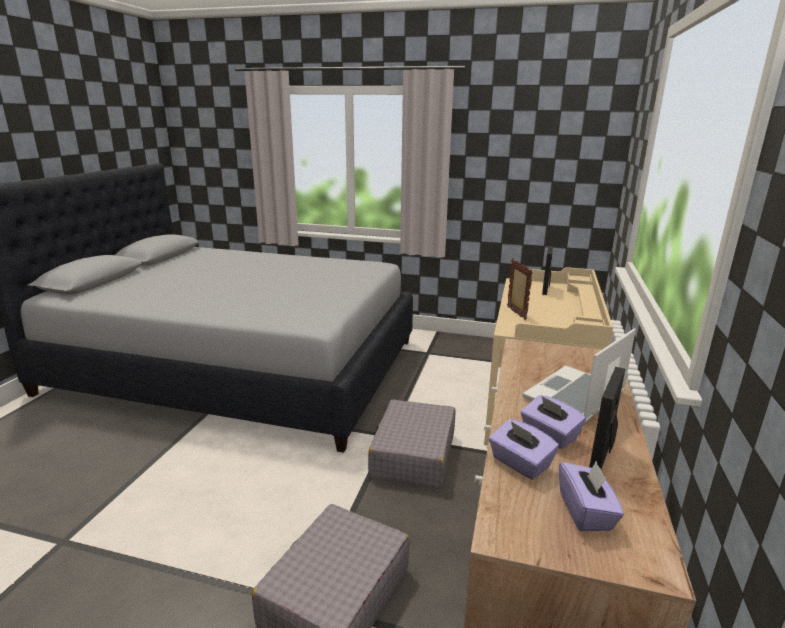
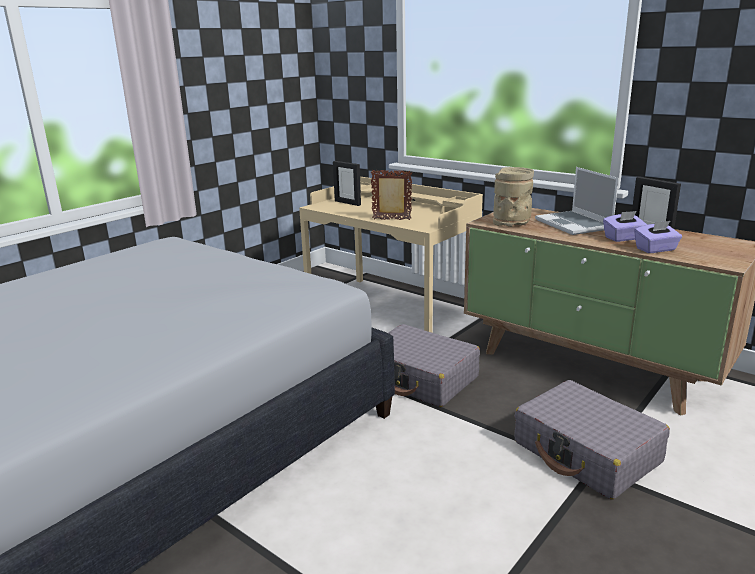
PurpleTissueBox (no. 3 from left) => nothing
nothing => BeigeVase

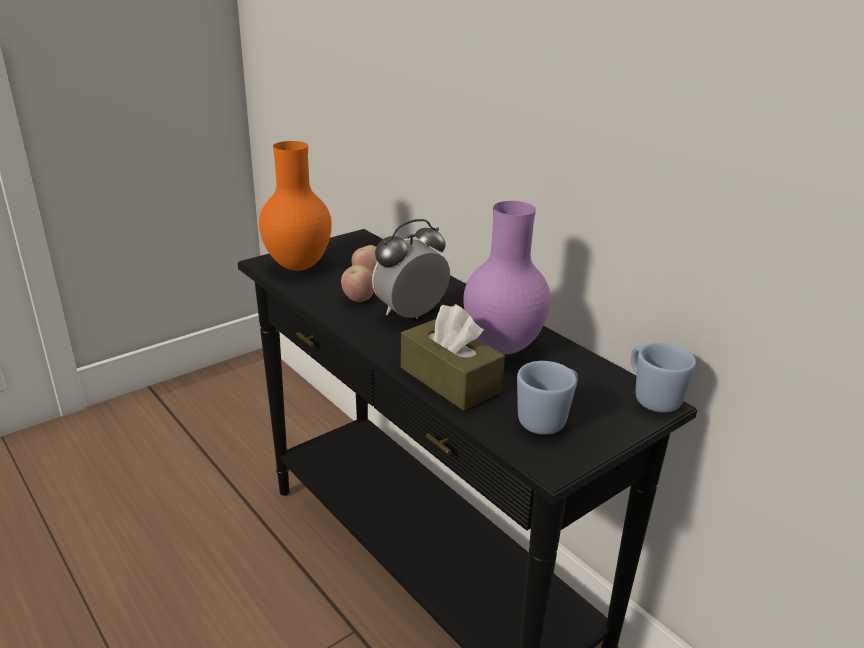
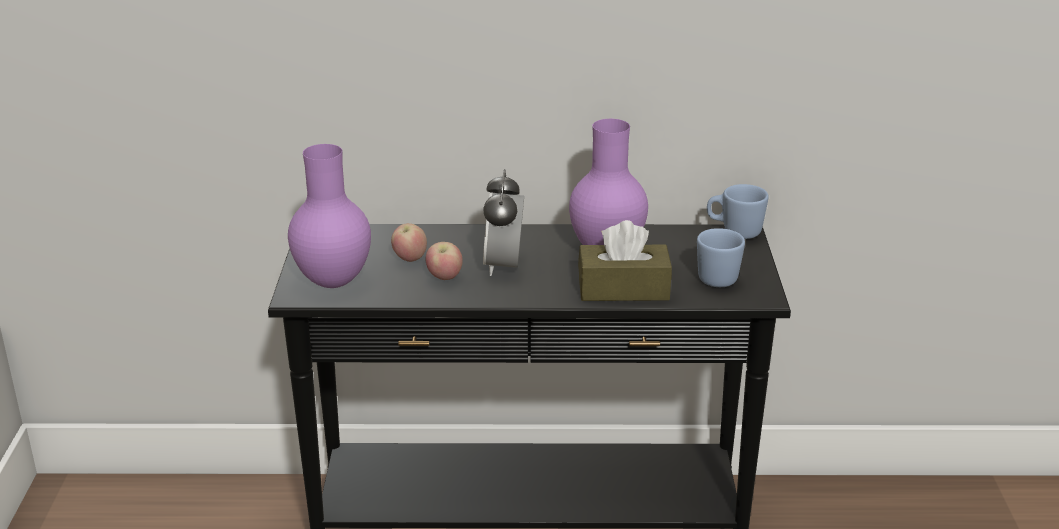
OrangeVase => PurpleVase (no. 1 from left)

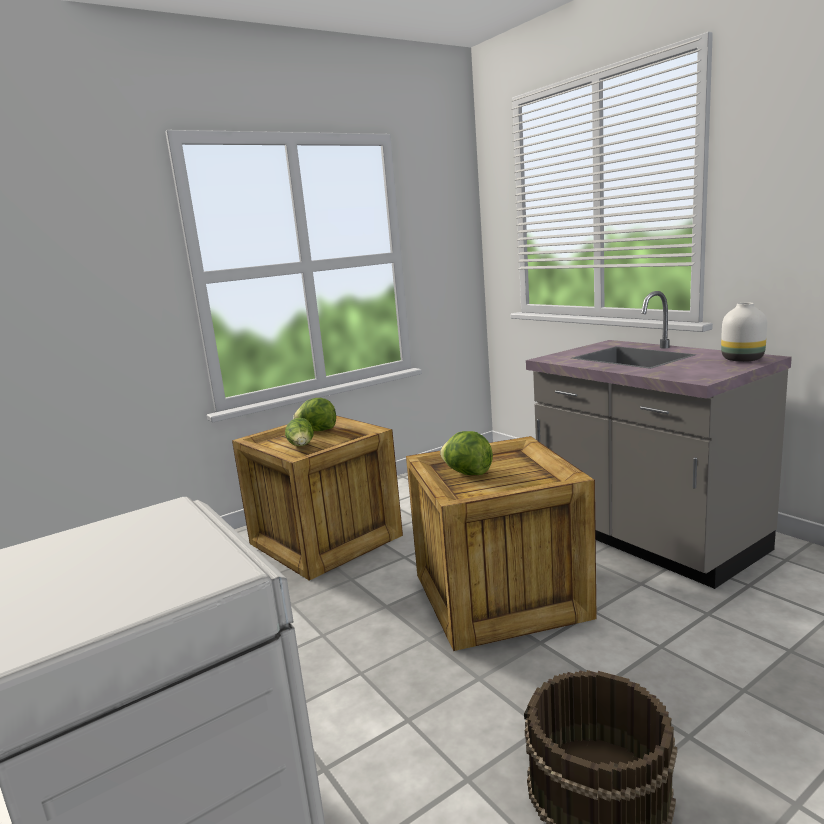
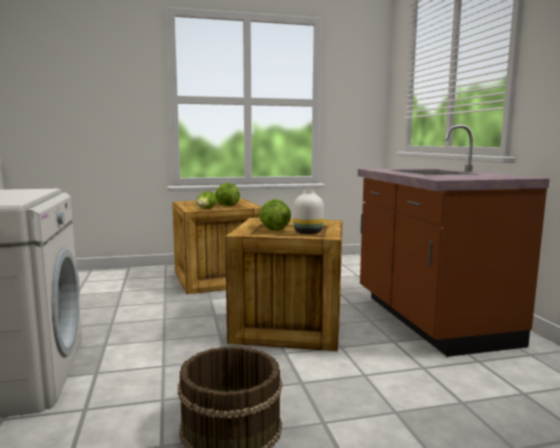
GreyCounter => BrownCounter
WhiteVase, shifted

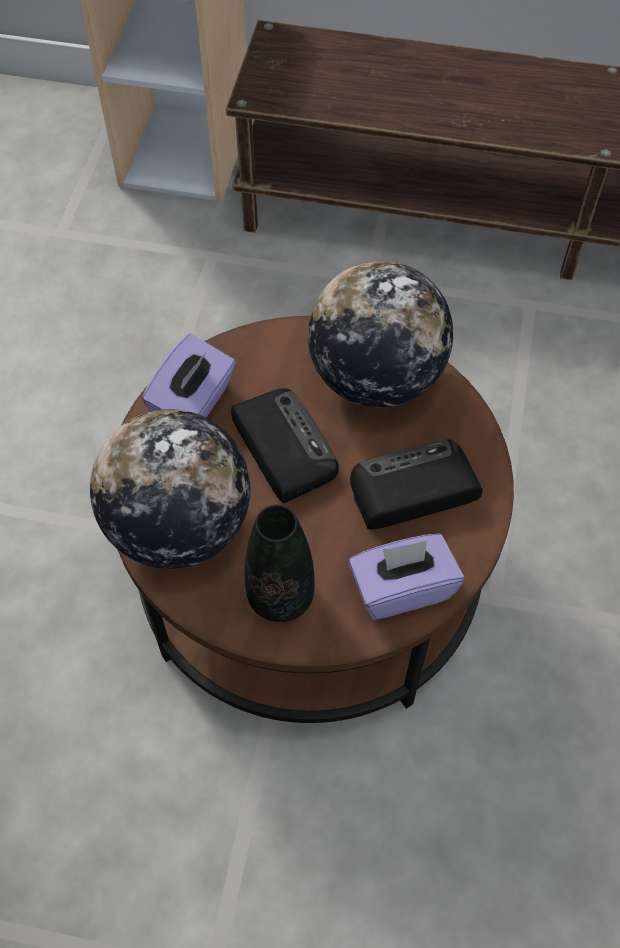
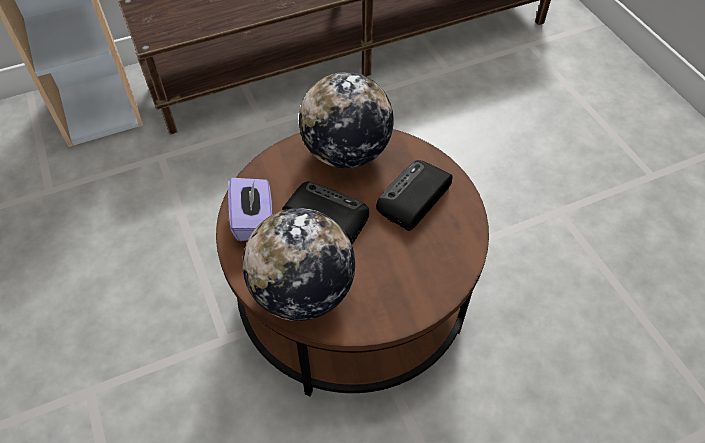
BlackVase => nothing
PurpleTissueBox (no. 2 from left) => nothing

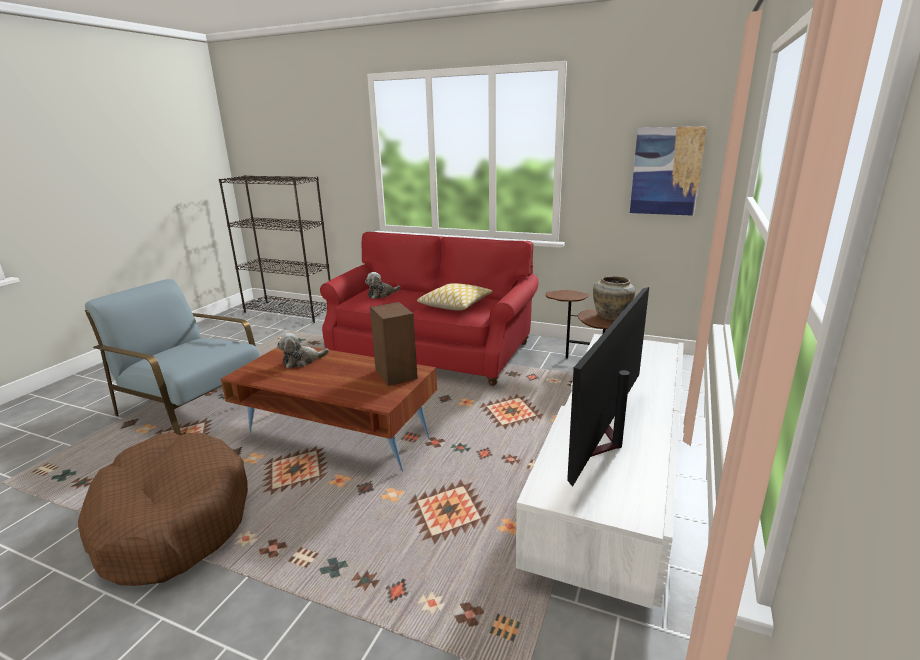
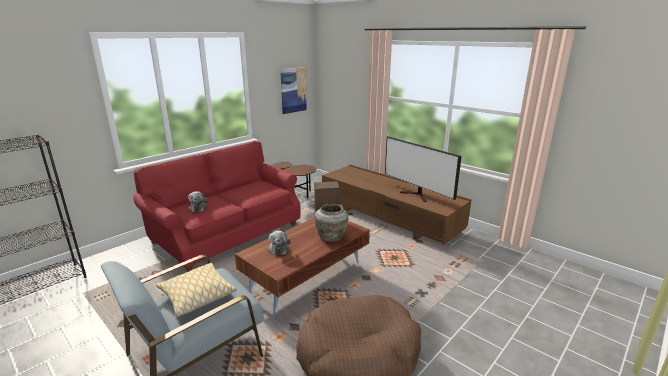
Pillow, shifted
WhiteTvStand => BrownTvStand
BeigeVase, shifted

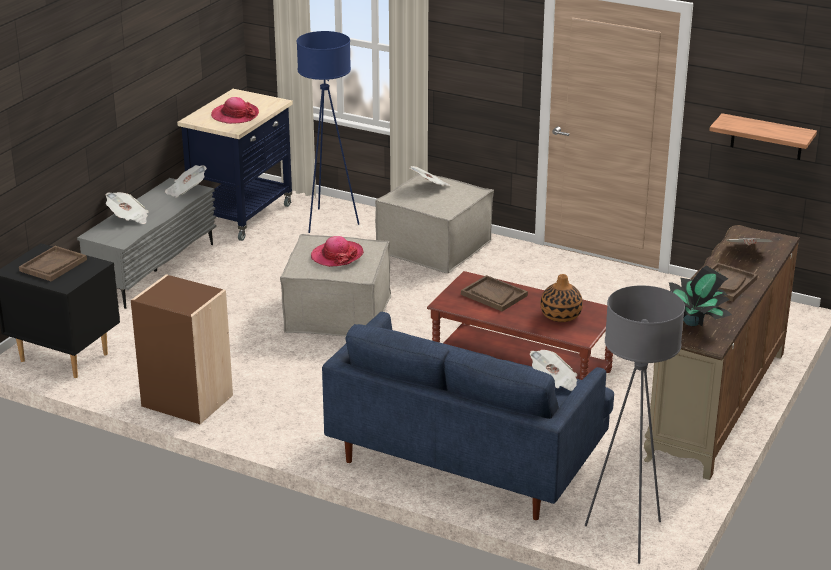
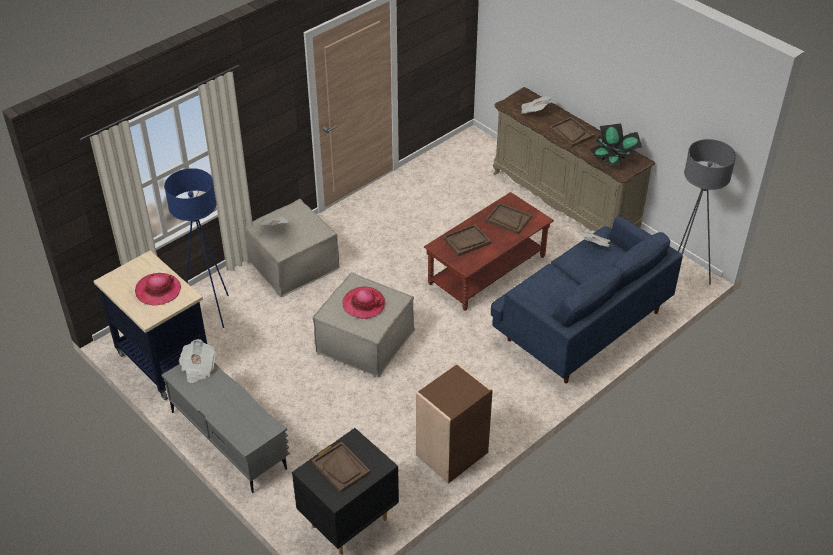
Newspaper (no. 1 from left) => nothing
Vase => BrownTray (no. 3 from left)
Shelf => nothing

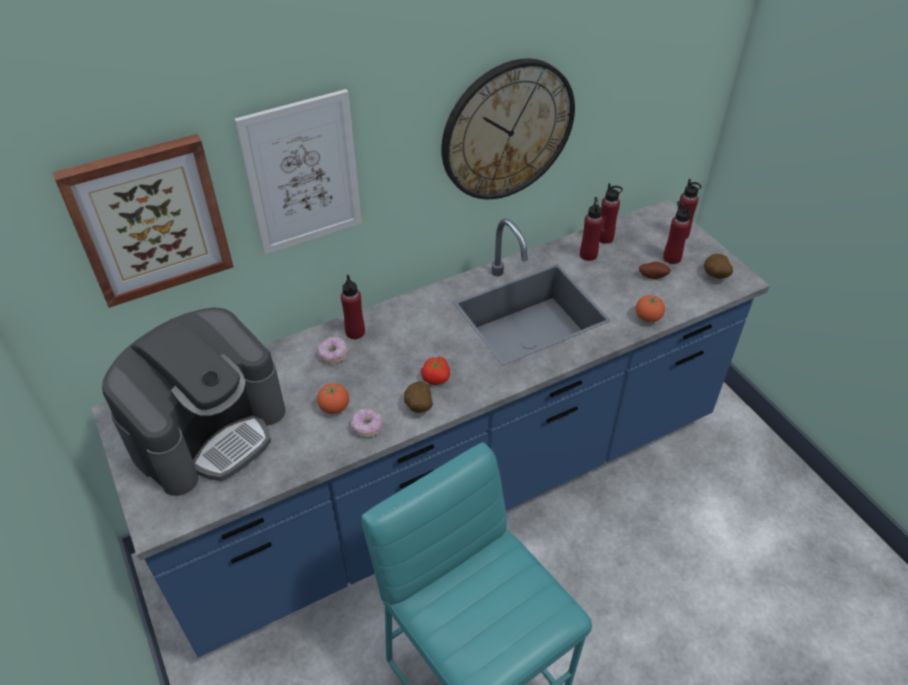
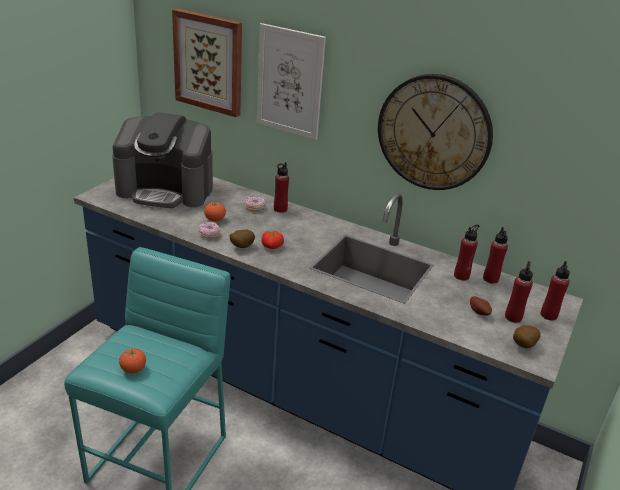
Tomato (no. 3 from left in the first image) => Tomato (no. 1 from left), shifted

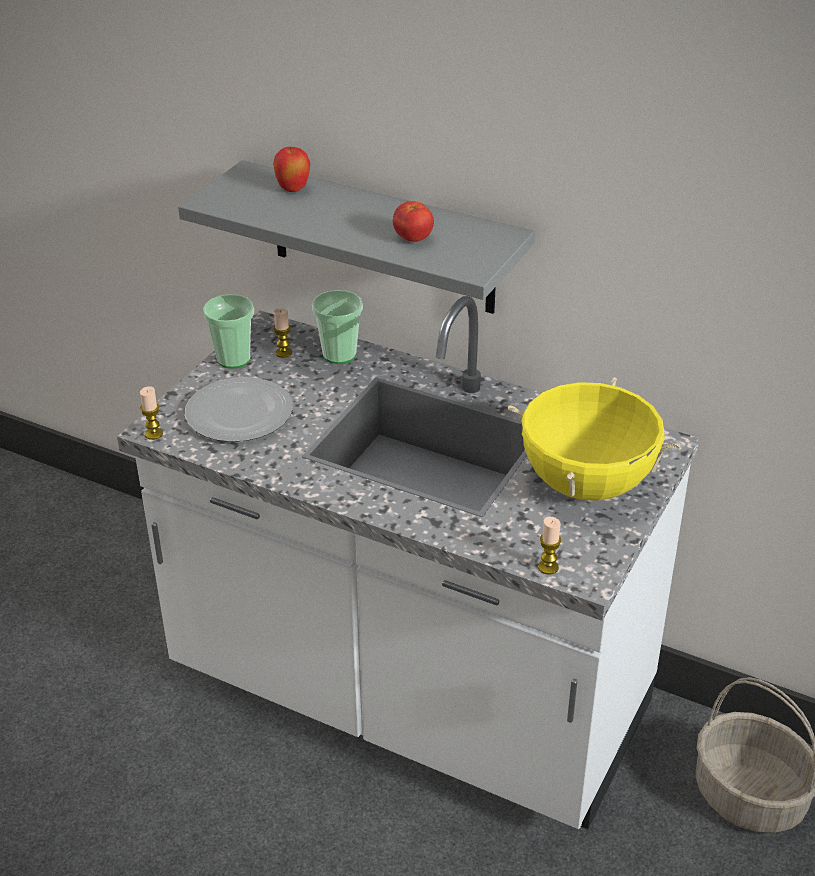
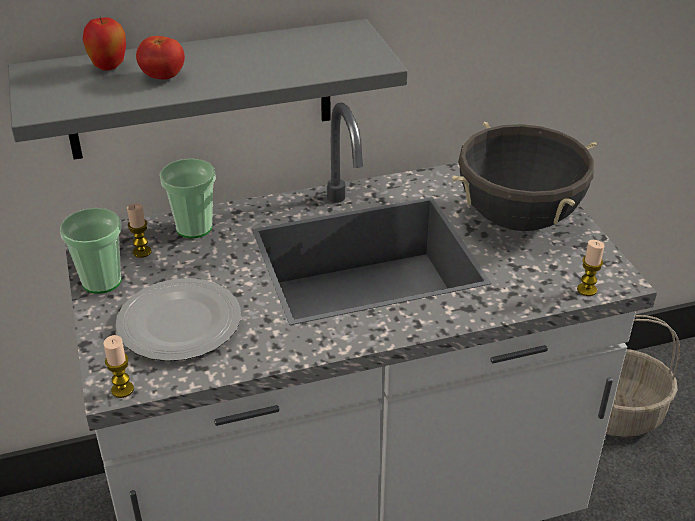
Tomato, shifted
YellowCookingPot => BlackCookingPot

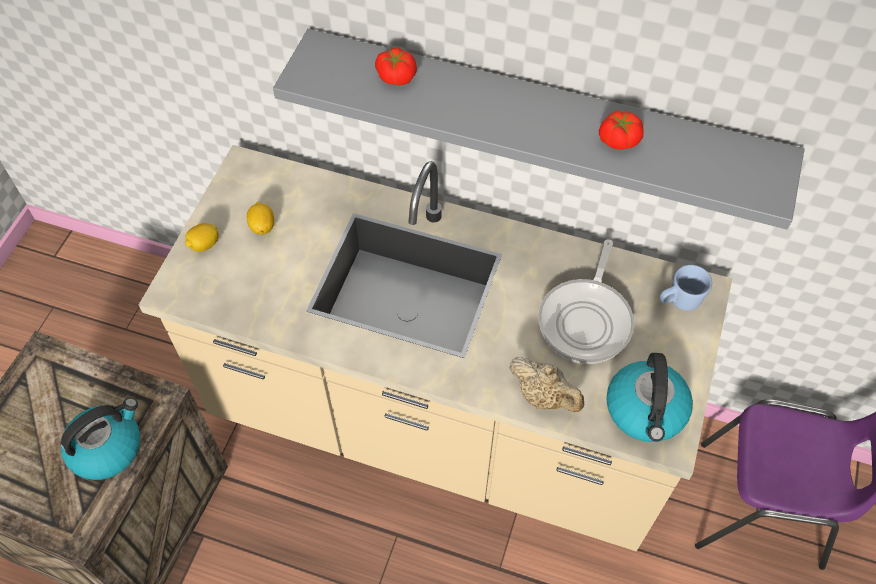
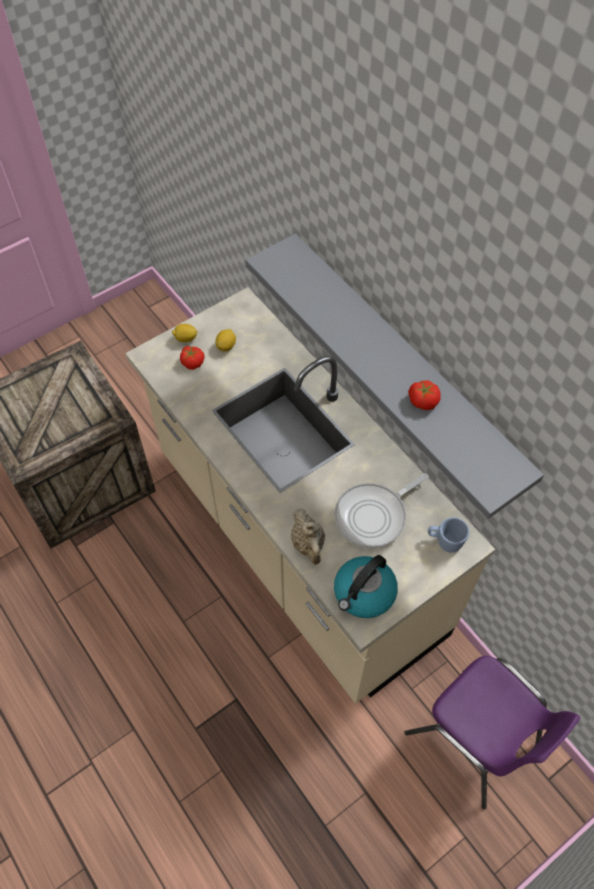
Kettle (no. 1 from left) => nothing
Tomato (no. 1 from left), shifted

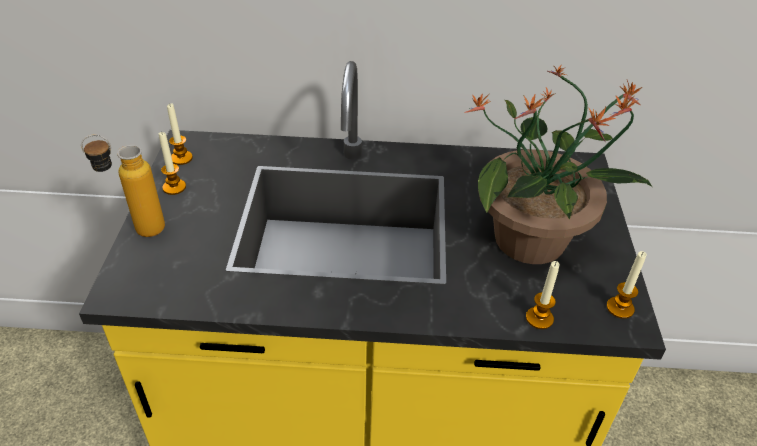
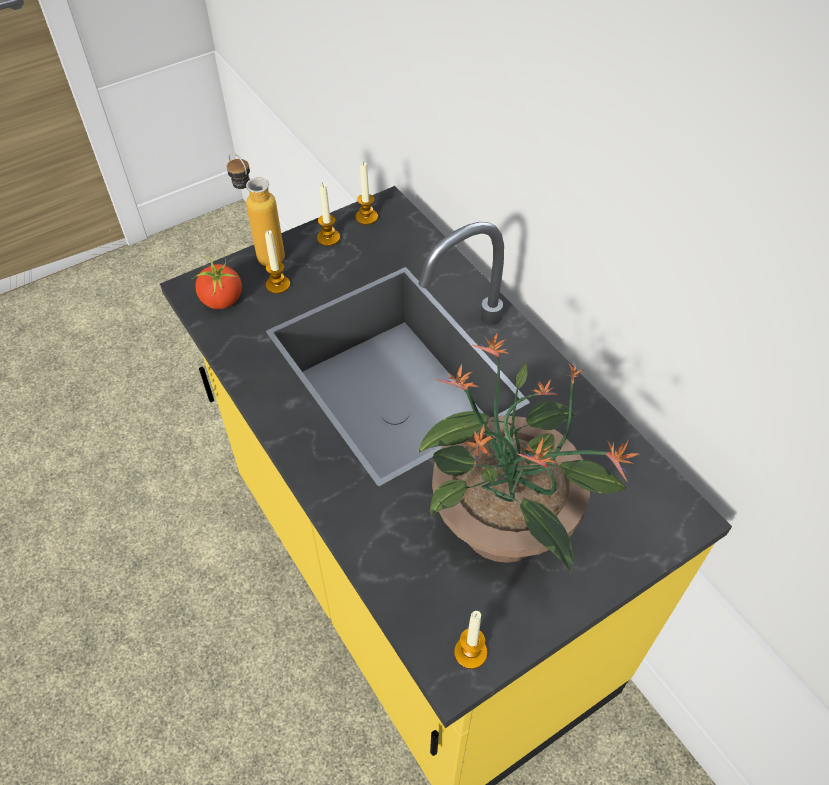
Candle (no. 3 from left in the first image) => Candle (no. 1 from left), shifted
nothing => Tomato

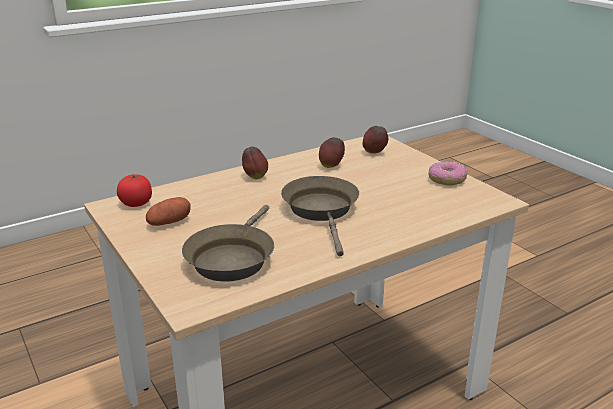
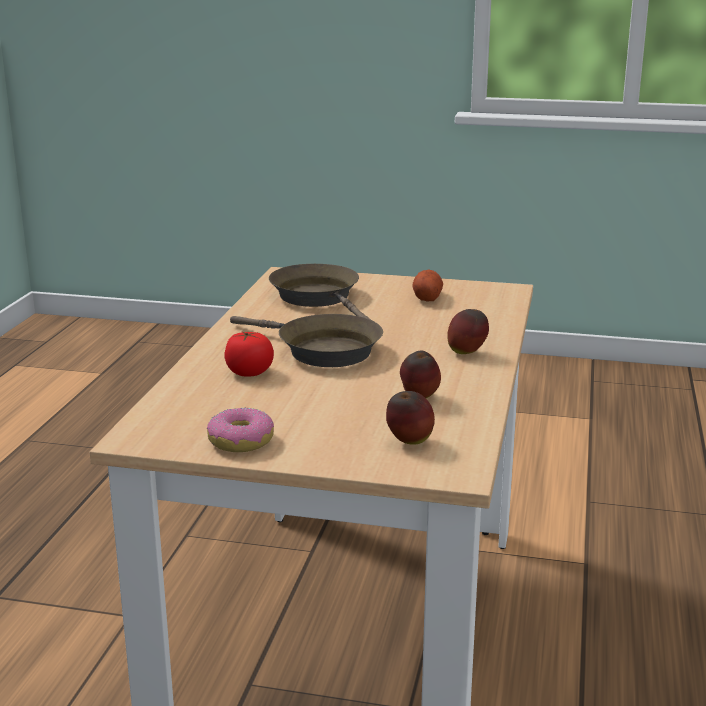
Tomato, shifted

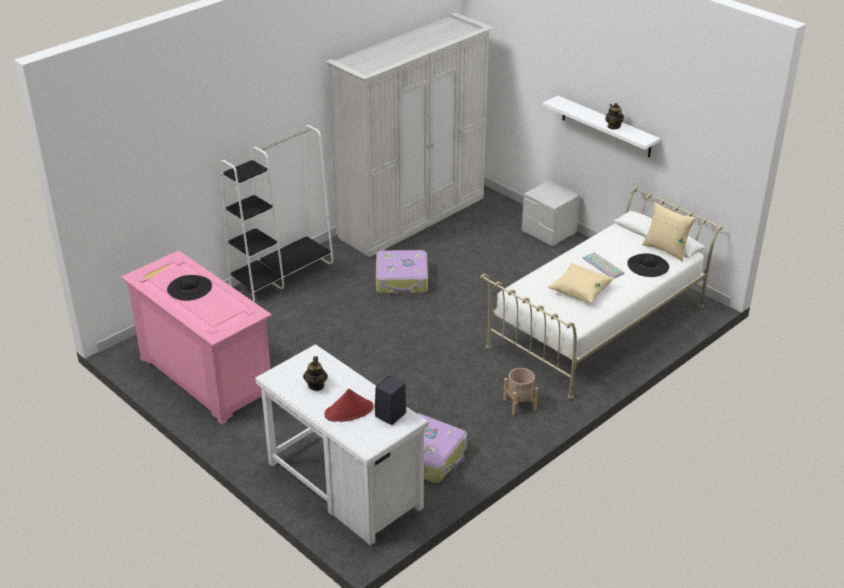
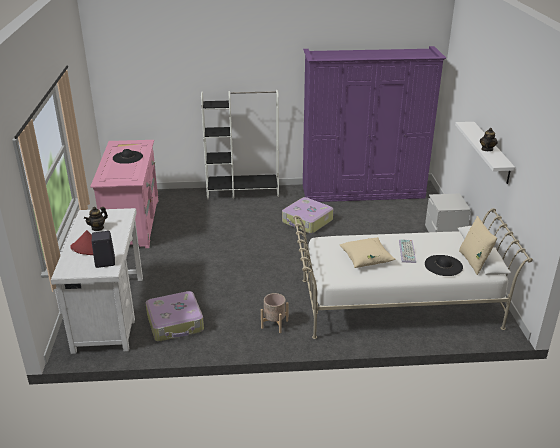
WhiteWardrobe => PurpleWardrobe

